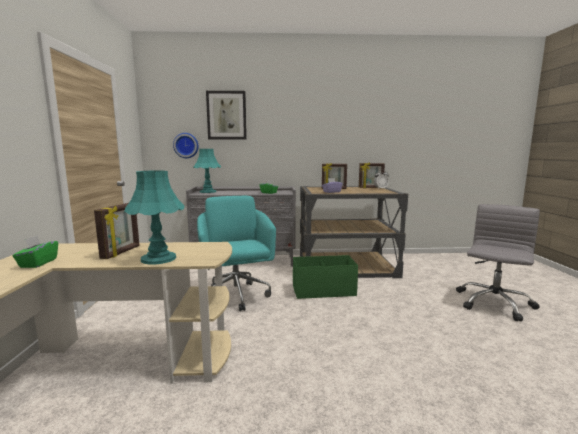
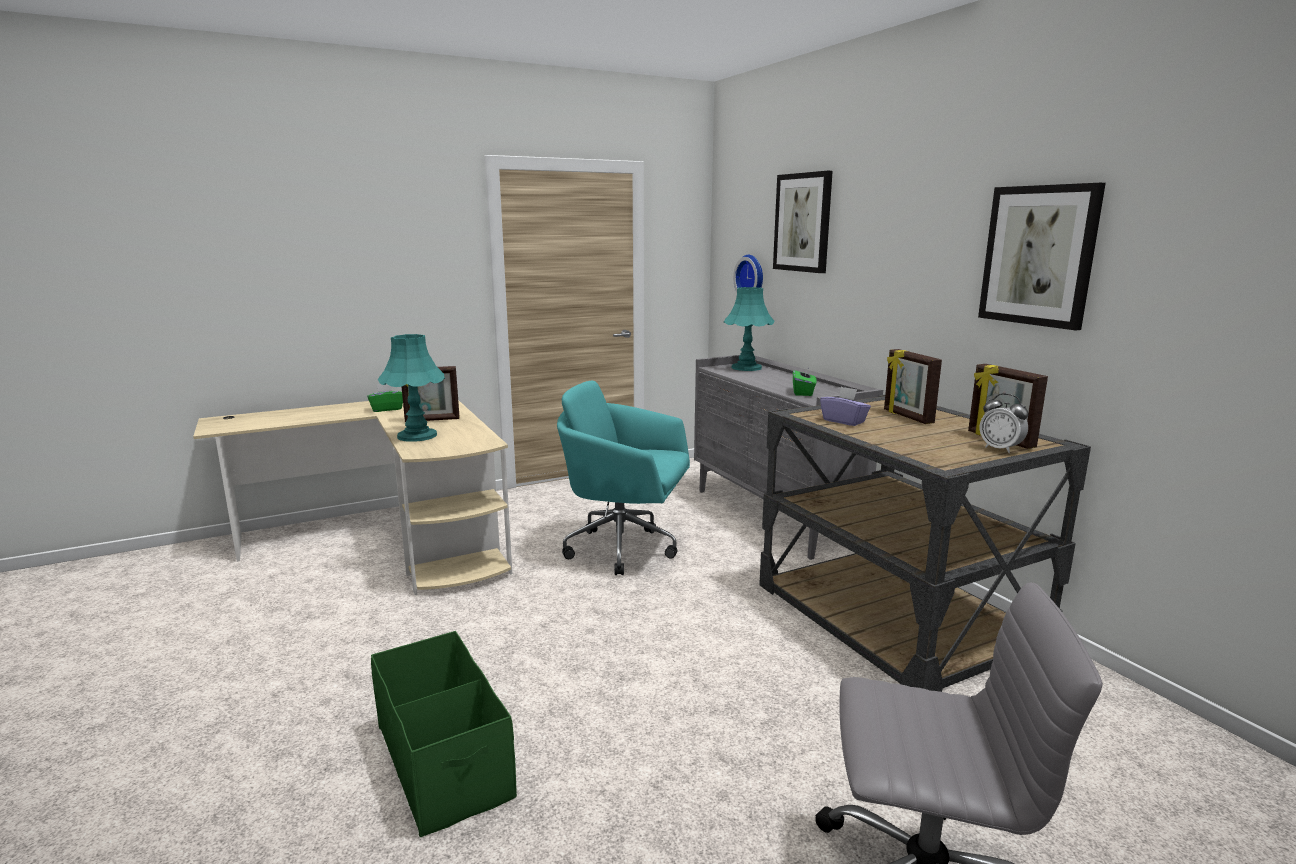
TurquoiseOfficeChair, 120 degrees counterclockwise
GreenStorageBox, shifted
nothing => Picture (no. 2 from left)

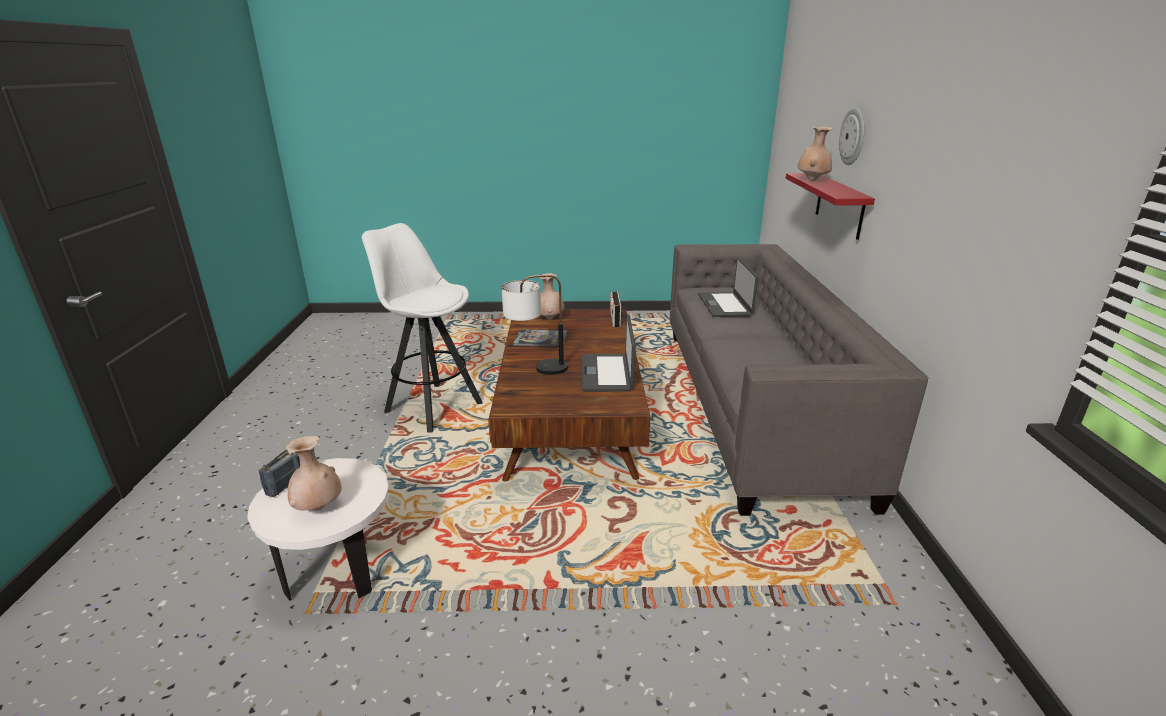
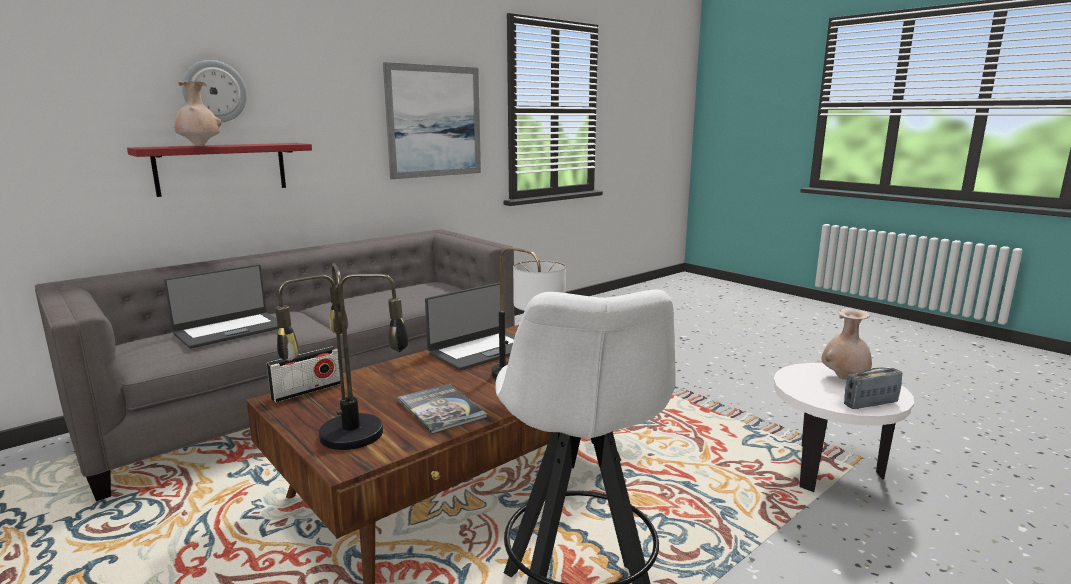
BeigeVase (no. 2 from left) => TableLamp (no. 1 from left)
nothing => Picture

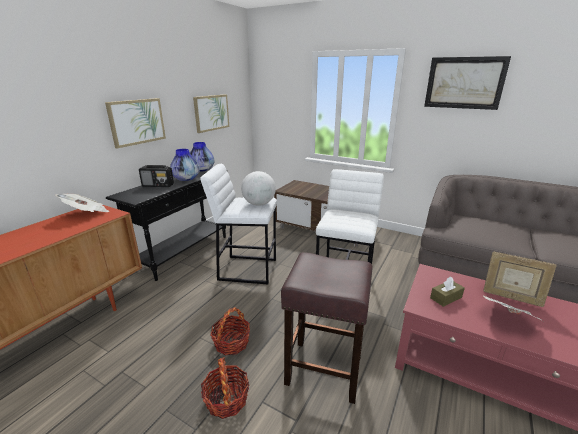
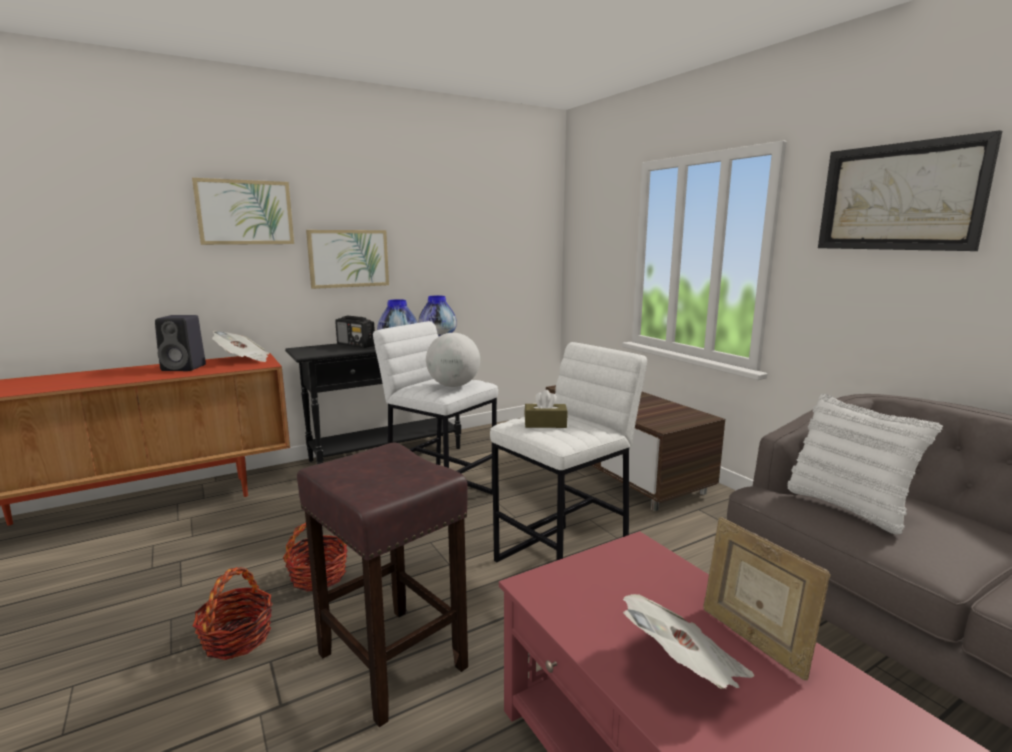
Picture (no. 2 from left in the first image) => Picture (no. 1 from left), shifted
BrownTissueBox, shifted
nothing => BlackSpeaker
nothing => WhitePillow

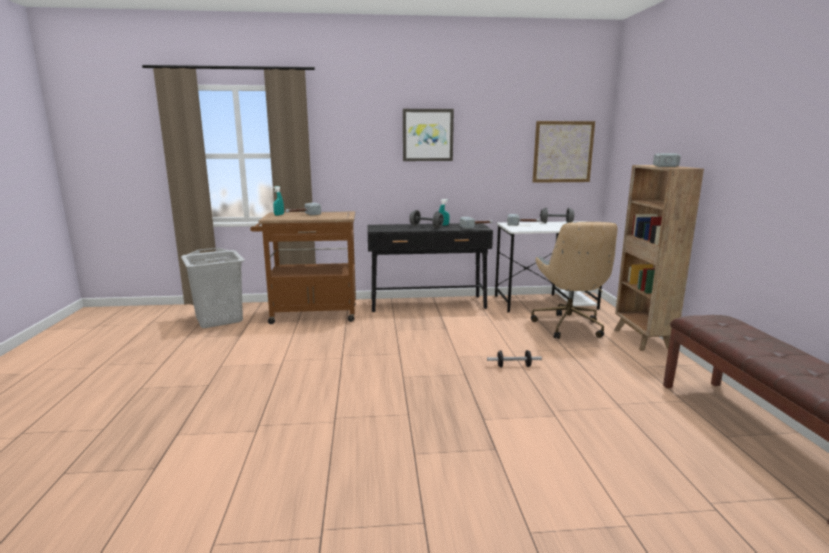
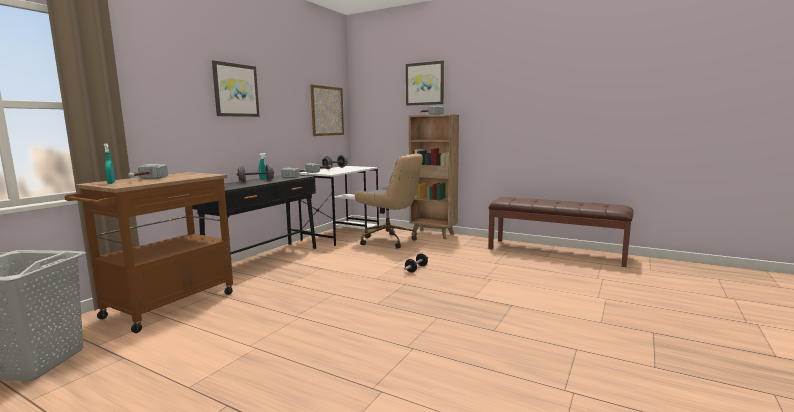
nothing => Picture (no. 3 from left)

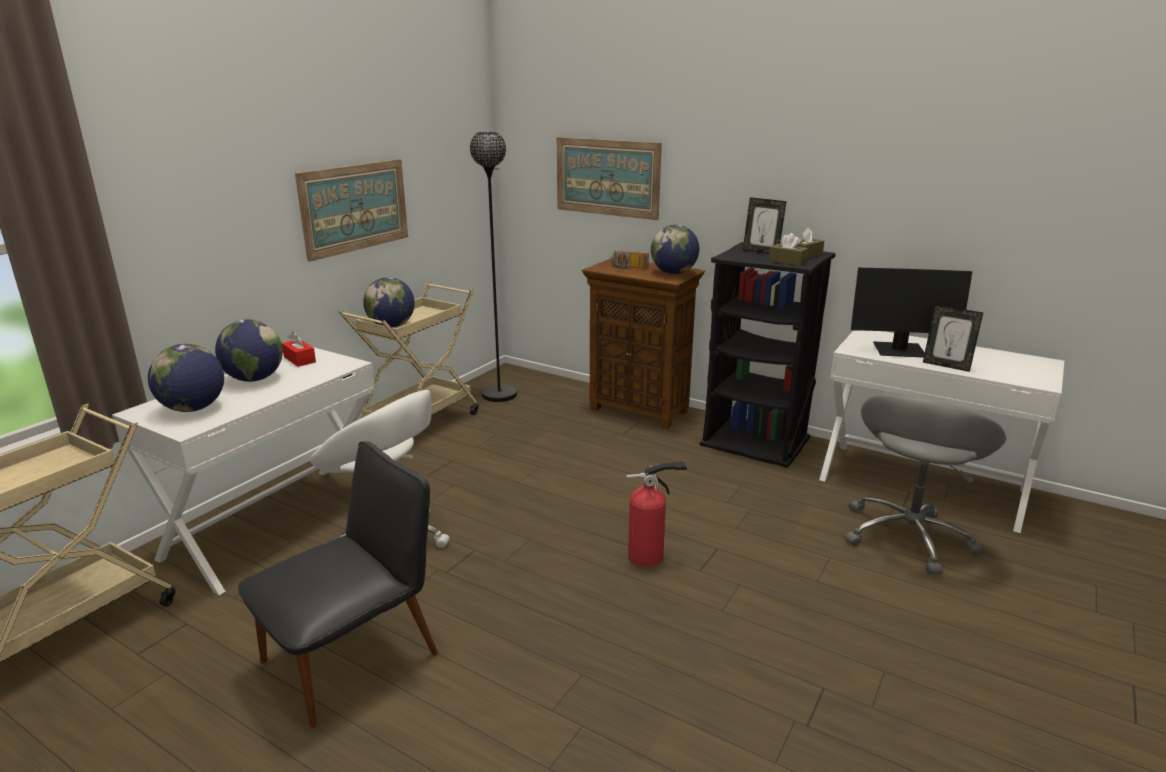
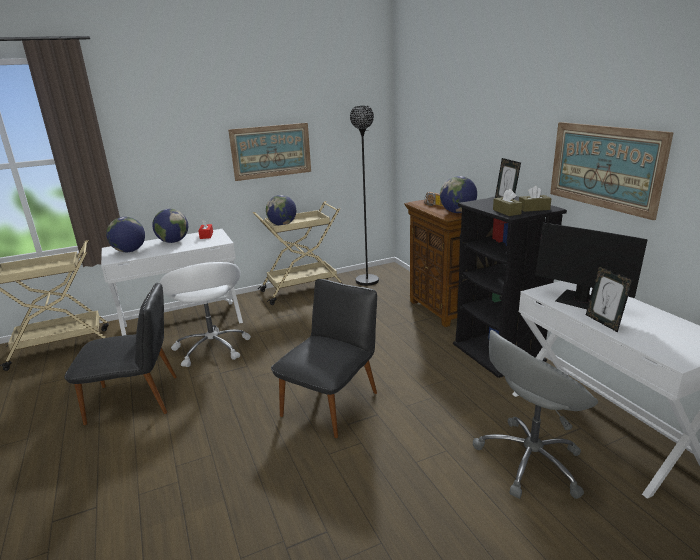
Picture (no. 2 from left), shifted
FireExtinguisher => BlackChair (no. 2 from left)

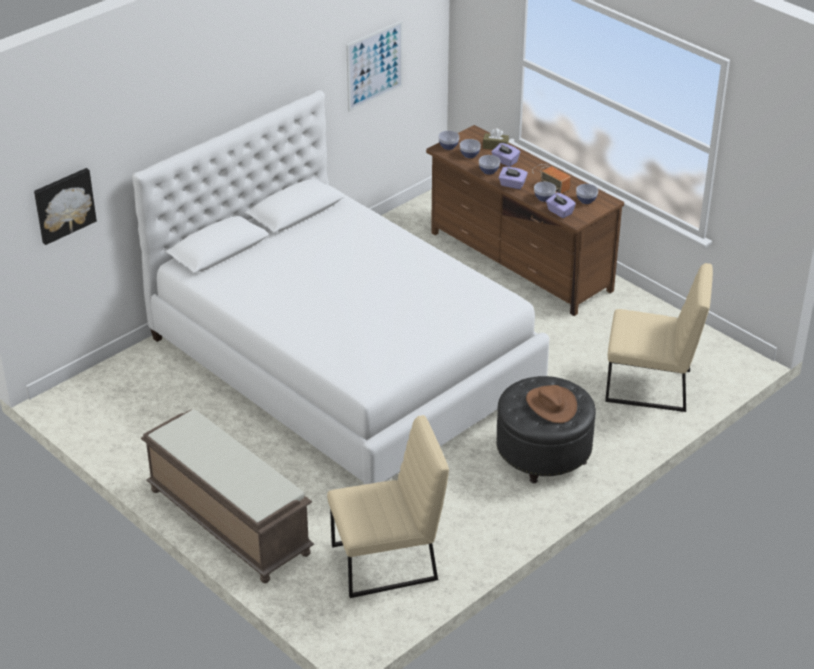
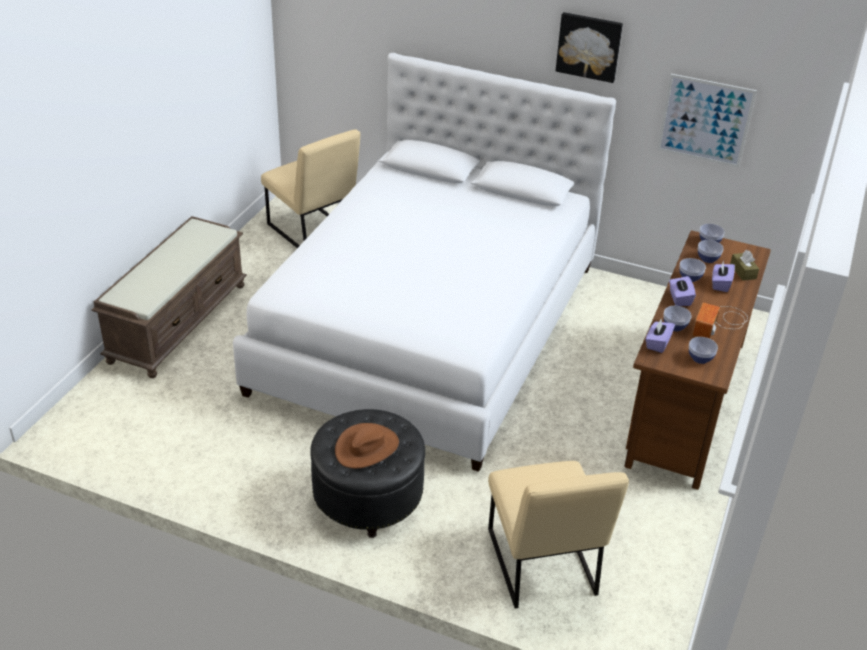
Picture (no. 1 from left), shifted
BeigeChair (no. 1 from left), shifted

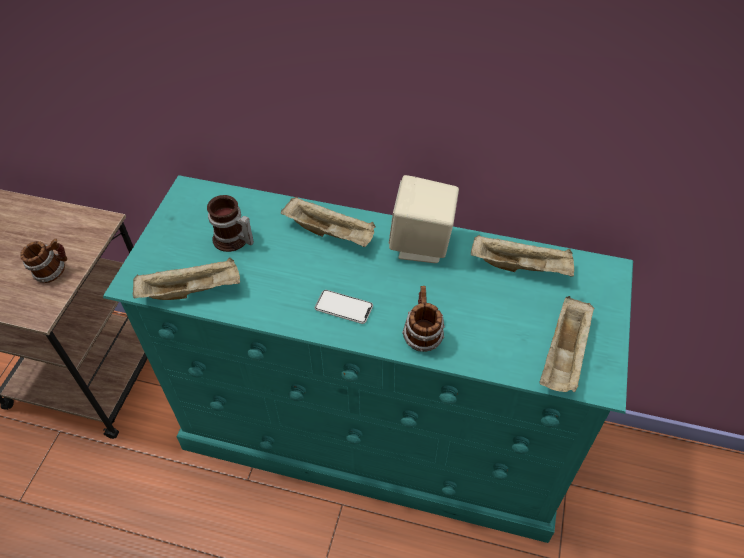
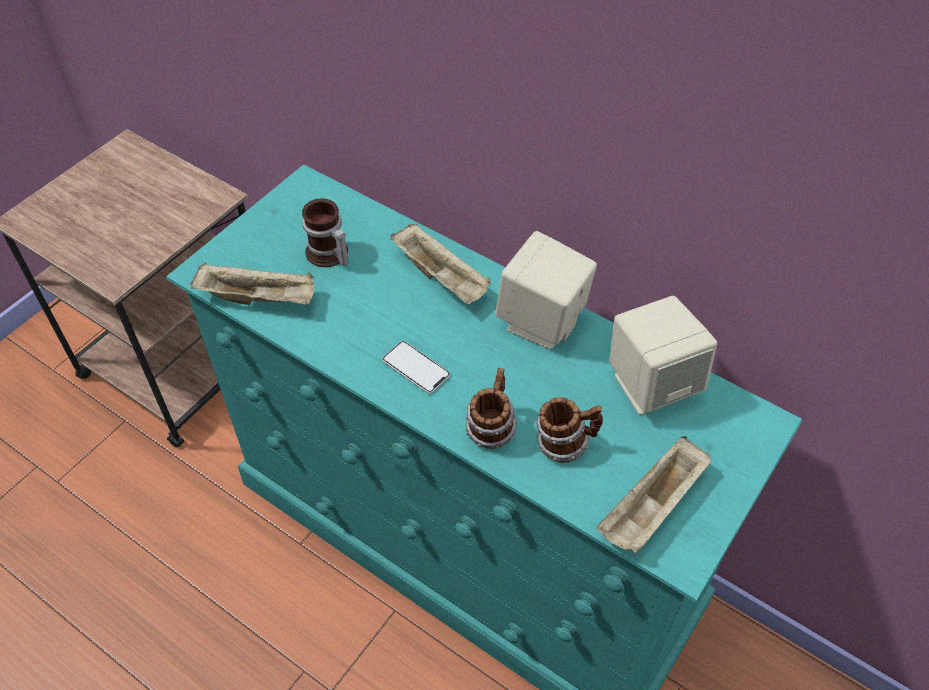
Mug (no. 1 from left in the first image) => Mug (no. 3 from left), shifted
BeigeTray (no. 3 from left) => BeigeSpeaker (no. 2 from left)

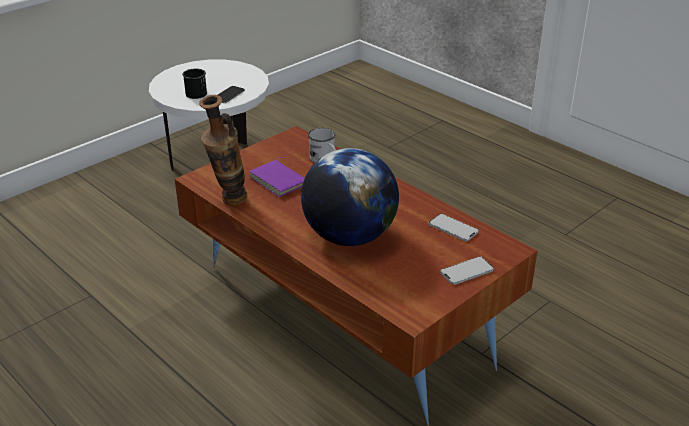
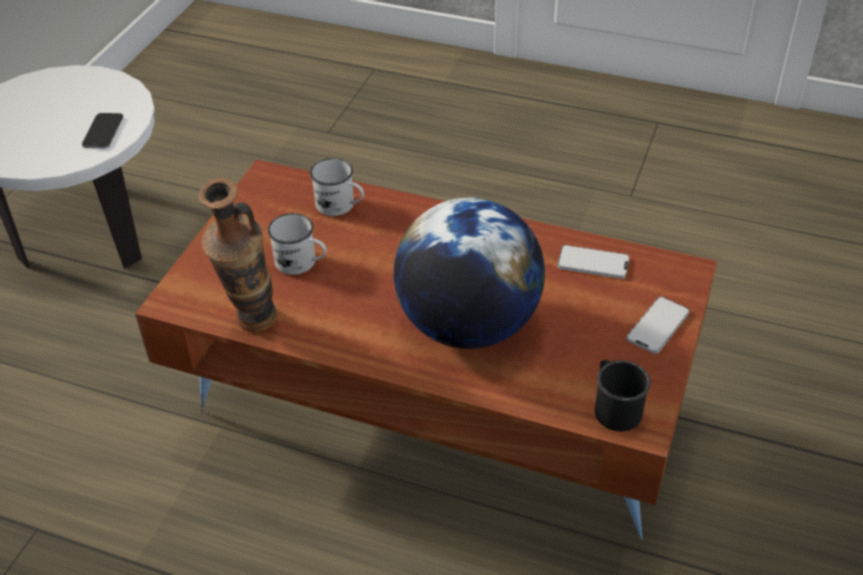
BlackMug, shifted
PurpleBook => WhiteMug (no. 1 from left)

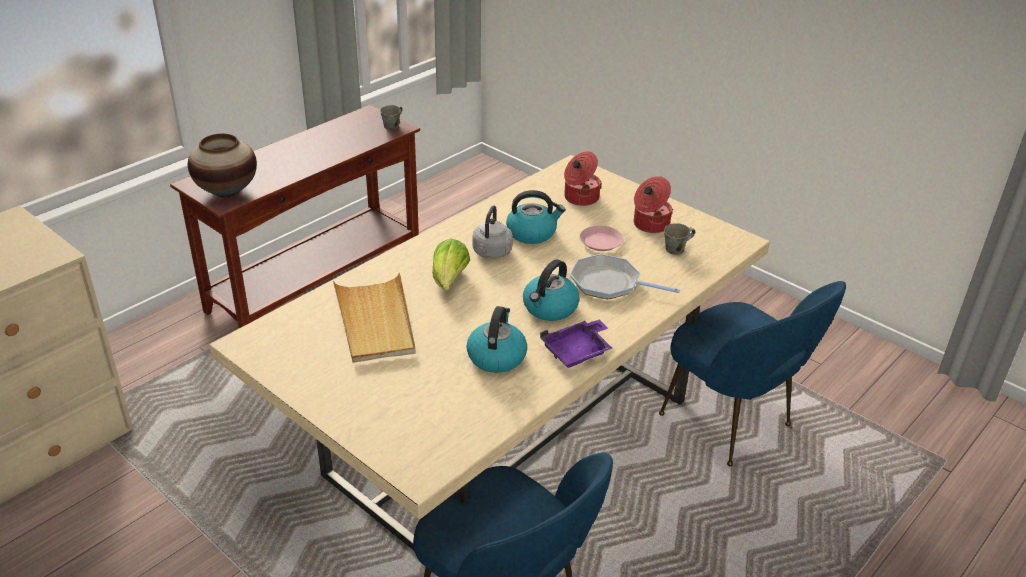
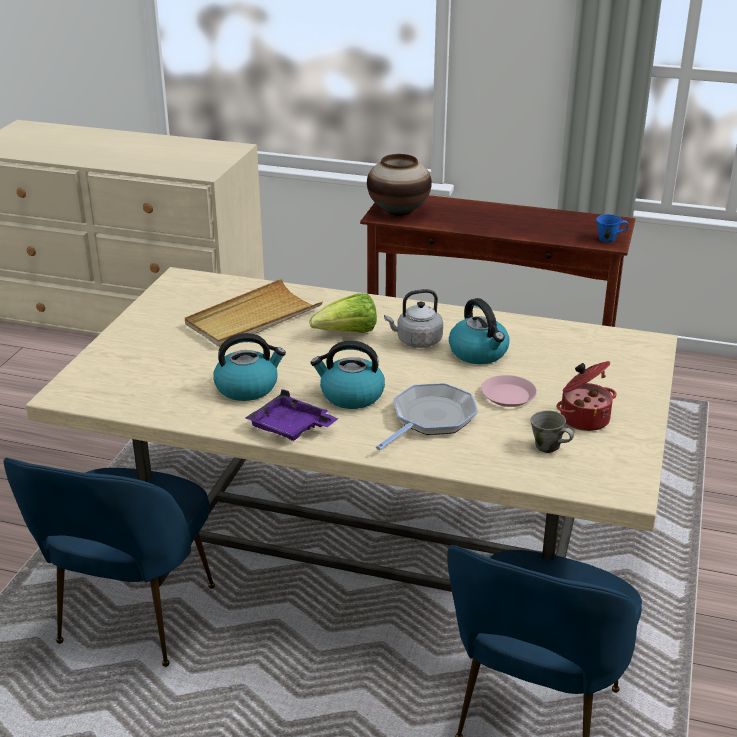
GreyMug (no. 1 from left) => BlueMug
CookingPot (no. 1 from left) => nothing
FryingPan, 45 degrees clockwise

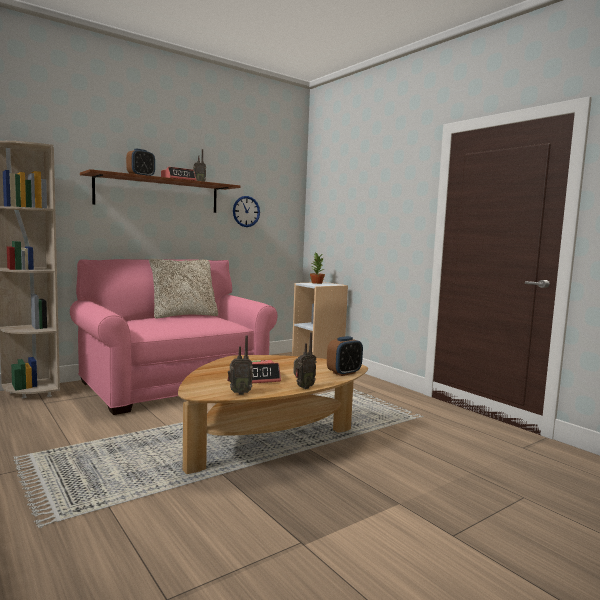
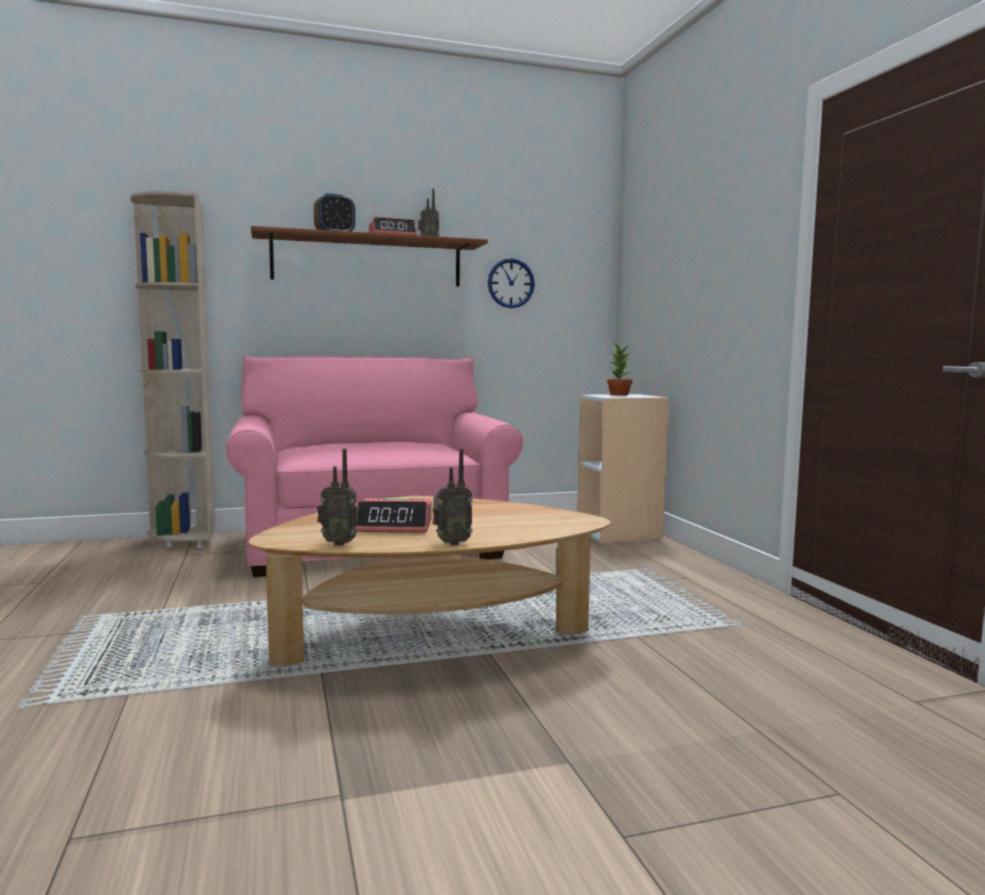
BeigePillow => nothing
AlarmClock (no. 4 from left) => nothing

